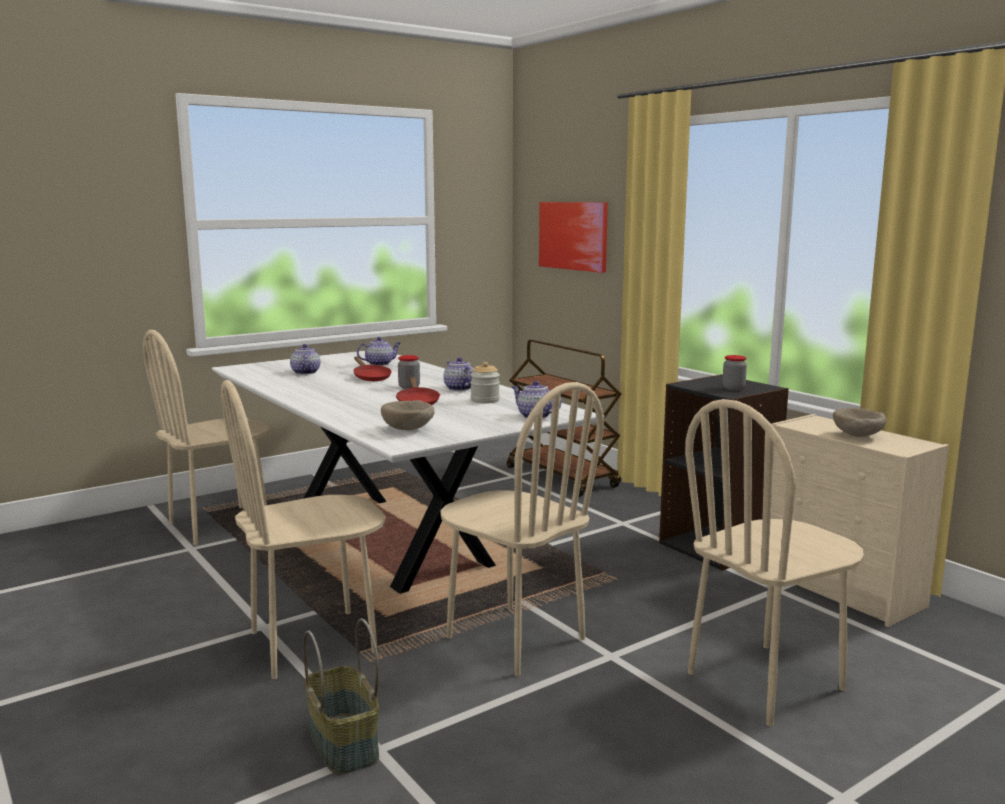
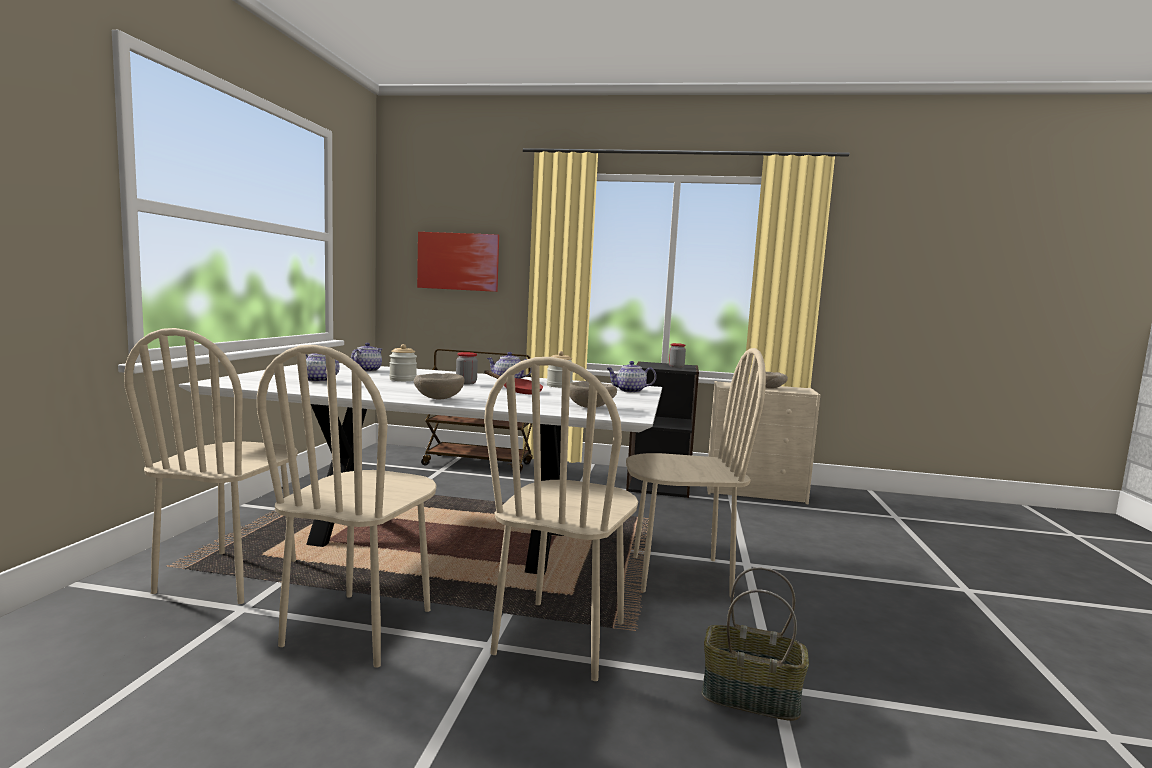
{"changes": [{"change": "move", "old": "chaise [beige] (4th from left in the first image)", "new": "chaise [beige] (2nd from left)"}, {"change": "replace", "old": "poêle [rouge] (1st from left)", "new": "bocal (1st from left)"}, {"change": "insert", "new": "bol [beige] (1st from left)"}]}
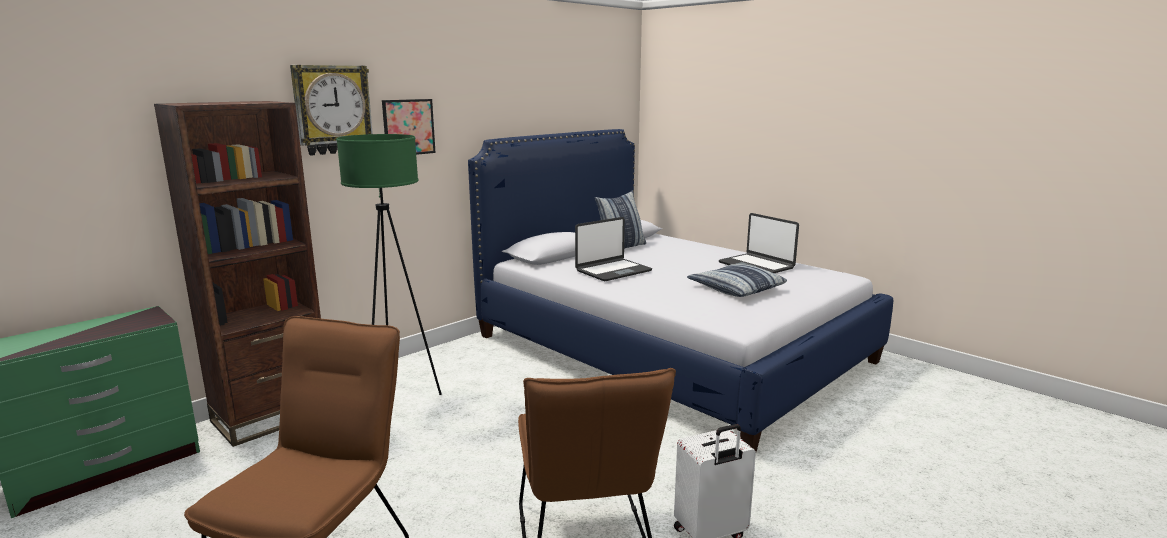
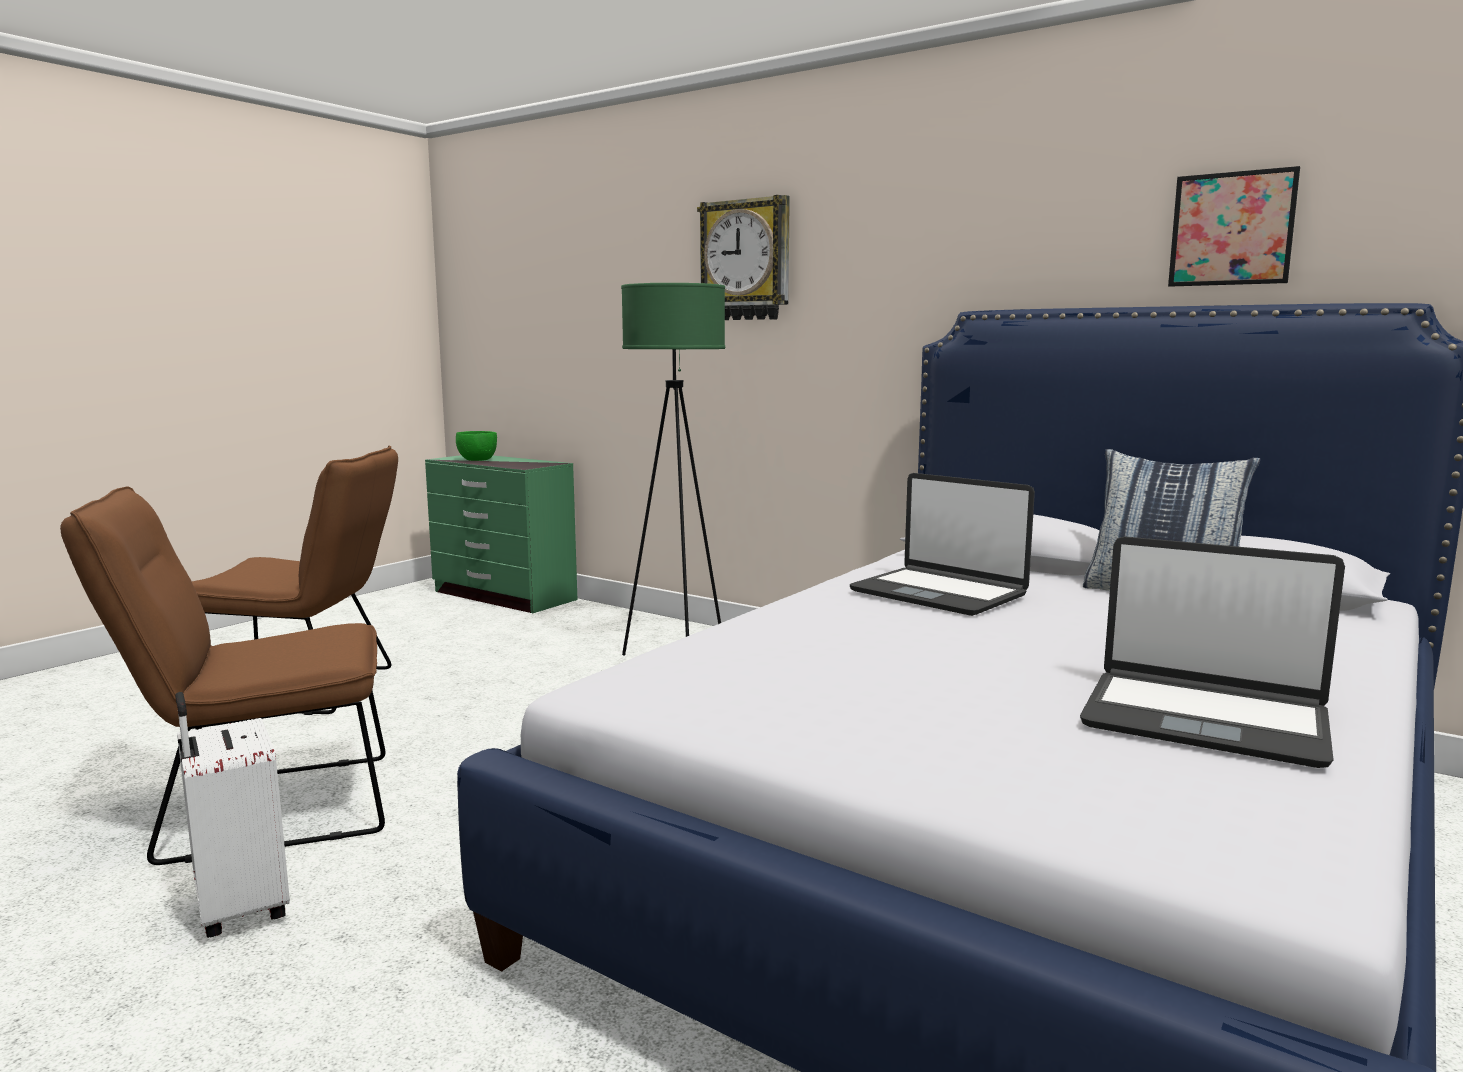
{"changes": [{"change": "insert", "new": "bol [vert]"}, {"change": "rotate", "old": "ordinateur portable (2nd from left)", "degrees": -105}, {"change": "move", "old": "tableau"}, {"change": "delete", "old": "bibliothèque [marron]"}, {"change": "delete", "old": "coussin (2nd from left)"}]}
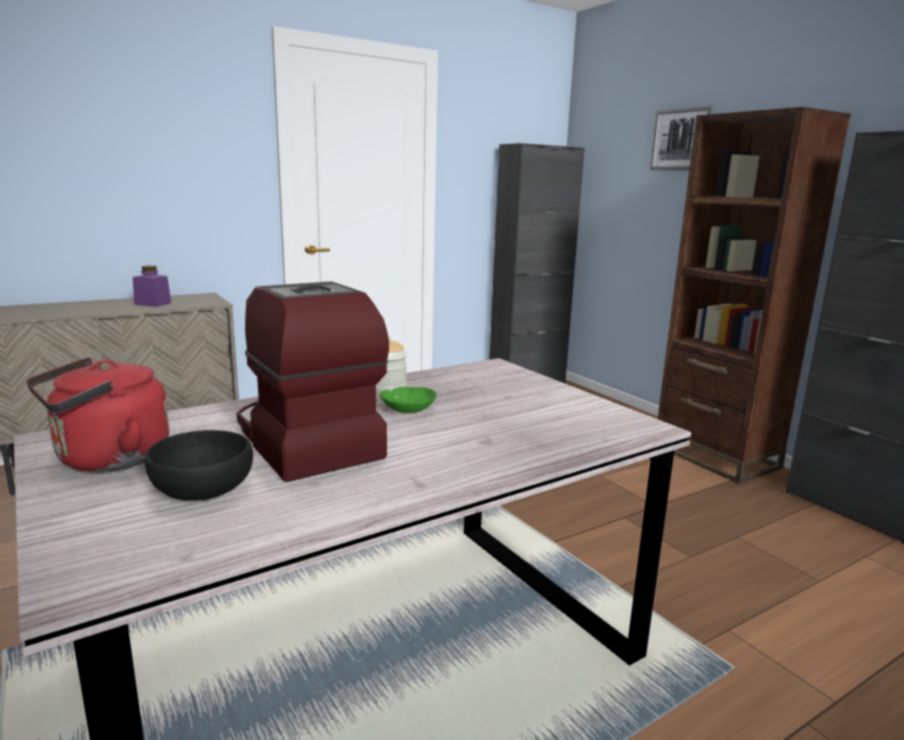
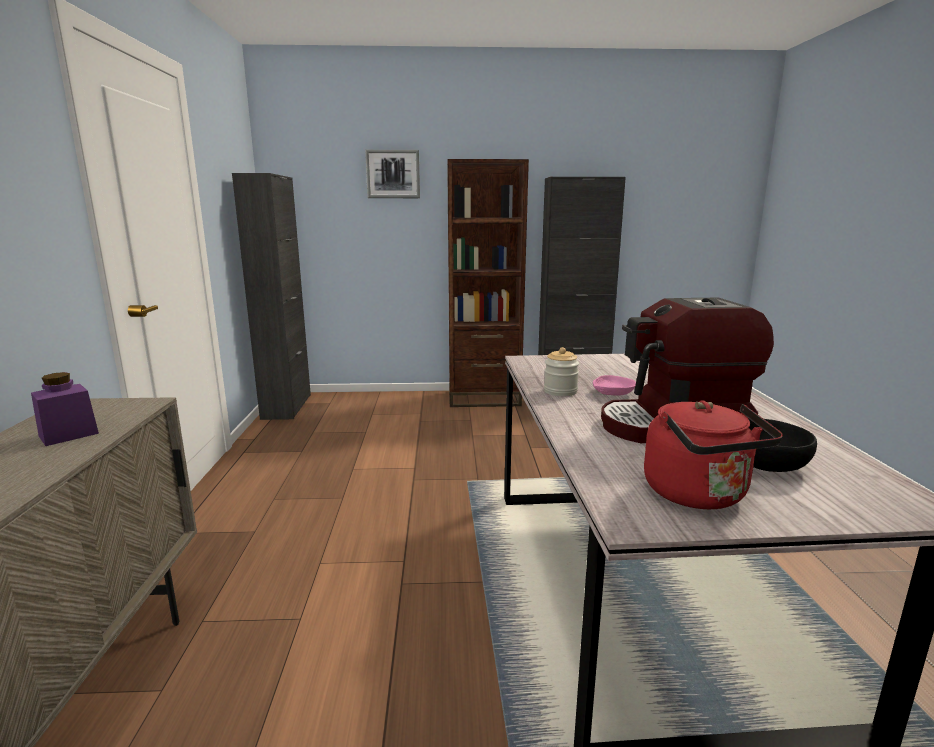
{"changes": [{"change": "recolor", "old": "bol [vert]", "new": "bol [rose]"}]}
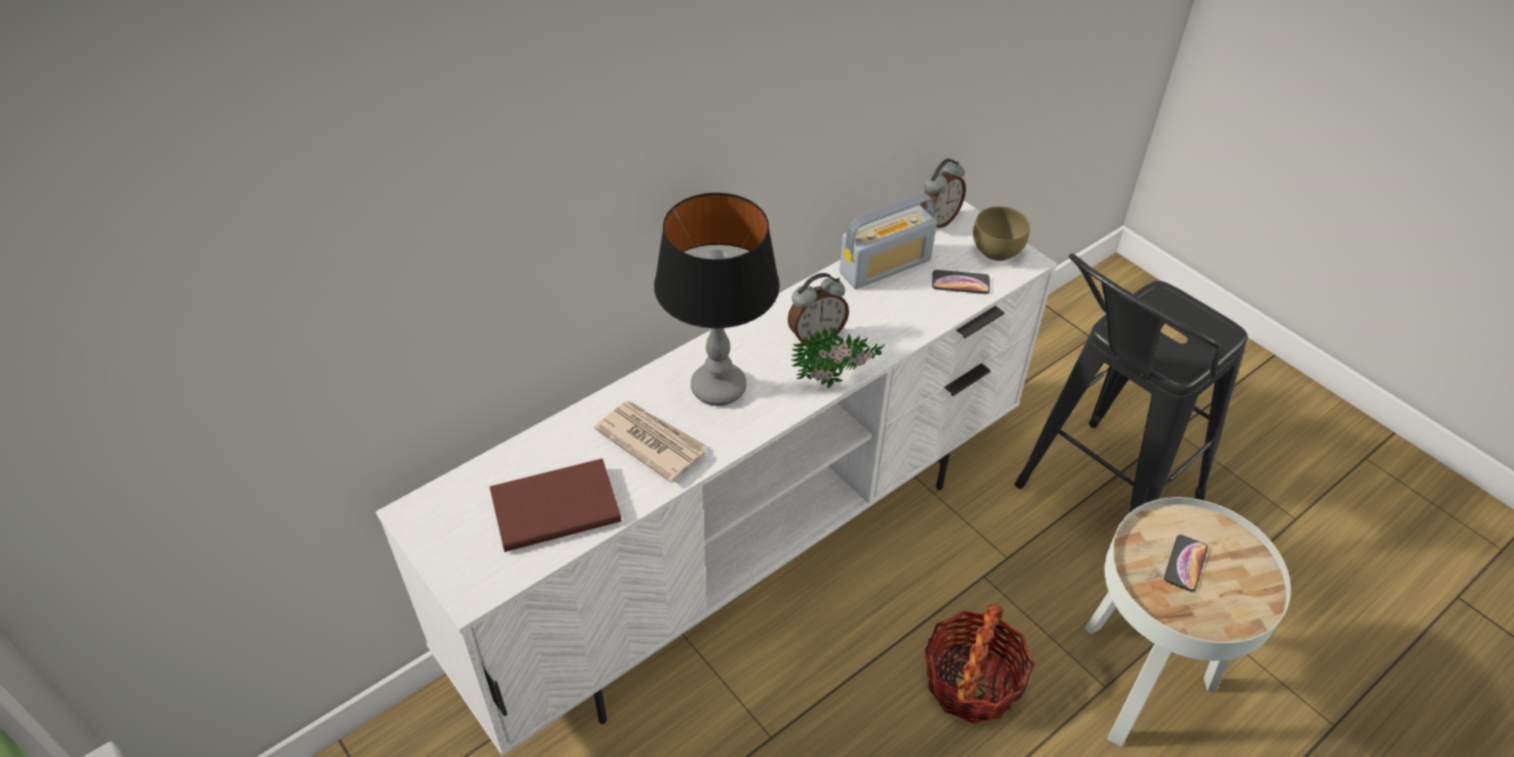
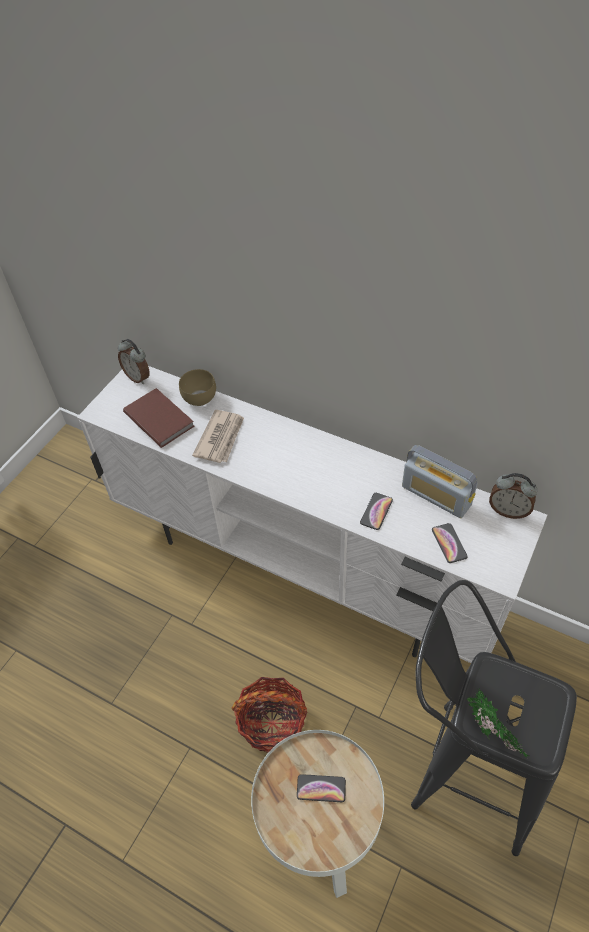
{"changes": [{"change": "move", "old": "réveil (1st from left)"}, {"change": "move", "old": "bol [marron]"}, {"change": "insert", "new": "téléphone (2nd from left)"}, {"change": "move", "old": "plante en pot"}, {"change": "delete", "old": "lampe de table"}]}
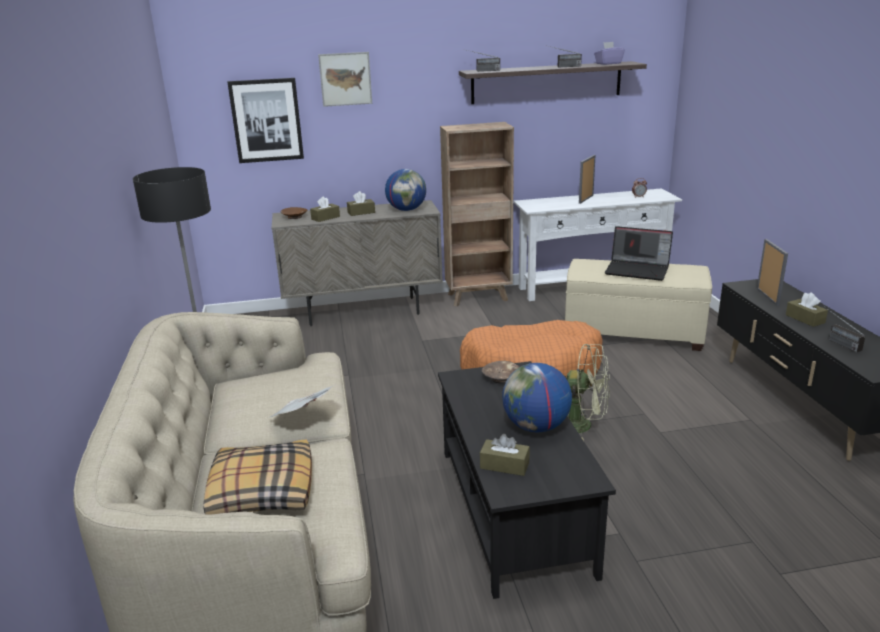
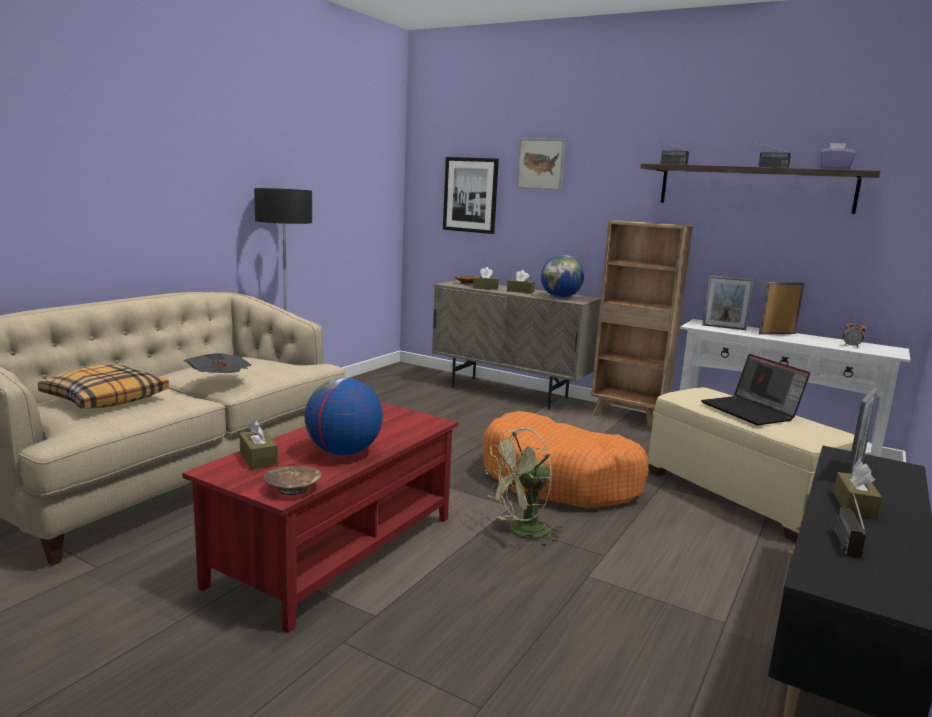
{"changes": [{"change": "recolor", "old": "table basse [noir]", "new": "table basse [rouge]"}, {"change": "move", "old": "bol [marron] (2nd from left in the first image)", "new": "bol [marron] (1st from left)"}, {"change": "rotate", "old": "ventilateur [vert]", "degrees": 90}, {"change": "insert", "new": "cadre photo (1st from left)"}]}
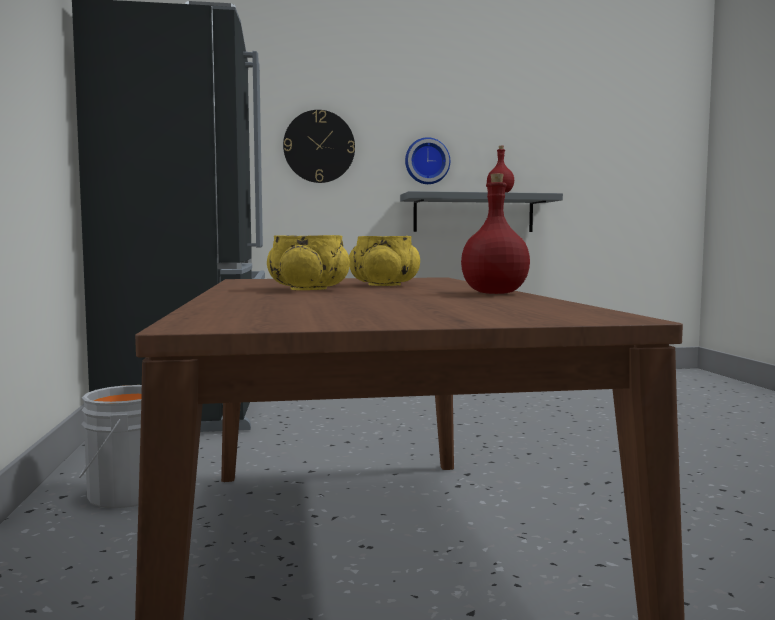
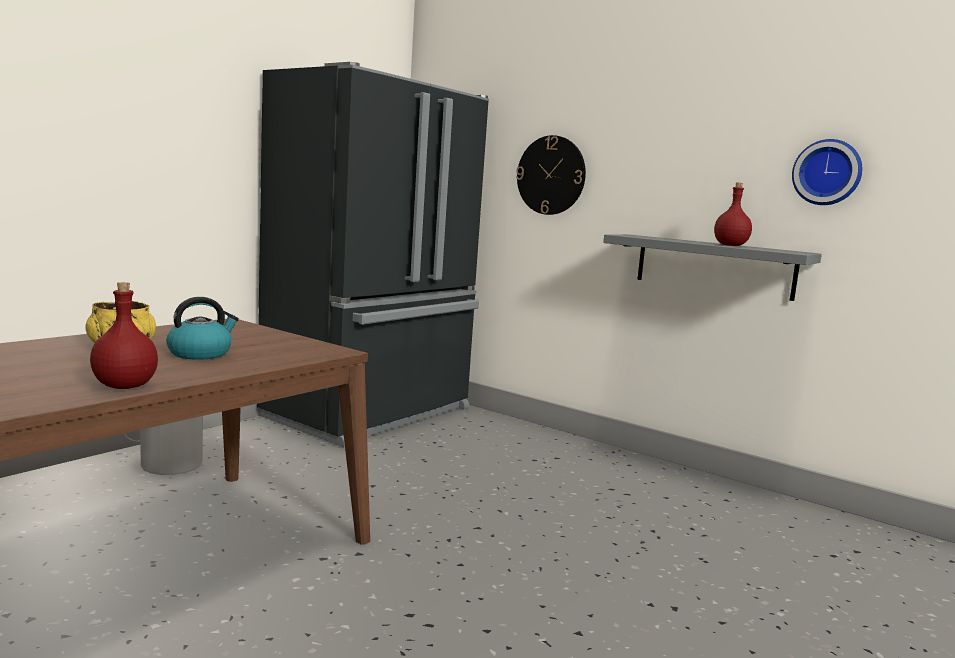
{"changes": [{"change": "replace", "old": "bol [jaune] (2nd from left)", "new": "bouilloire"}, {"change": "move", "old": "horloge murale (2nd from left)"}]}
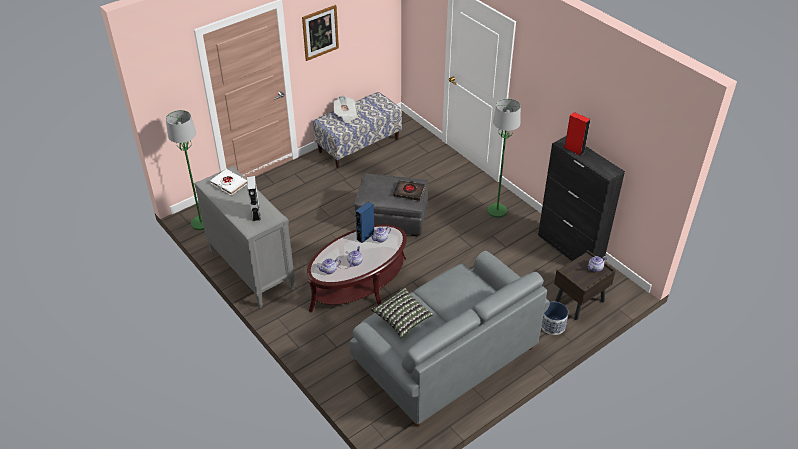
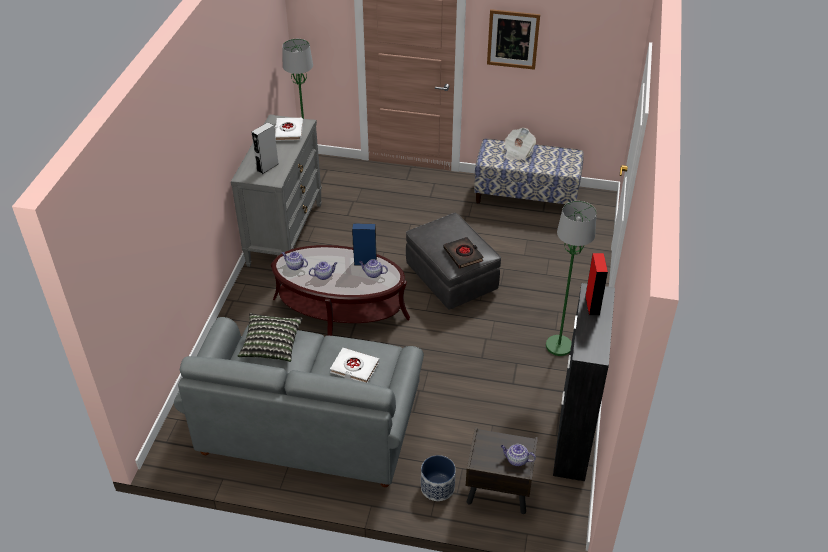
{"changes": [{"change": "insert", "new": "livre [blanc] (2nd from left)"}]}
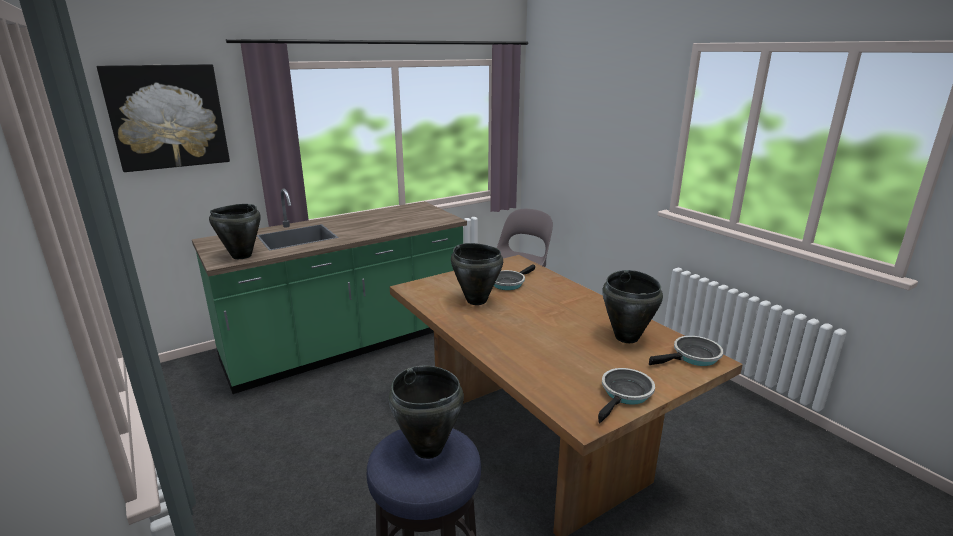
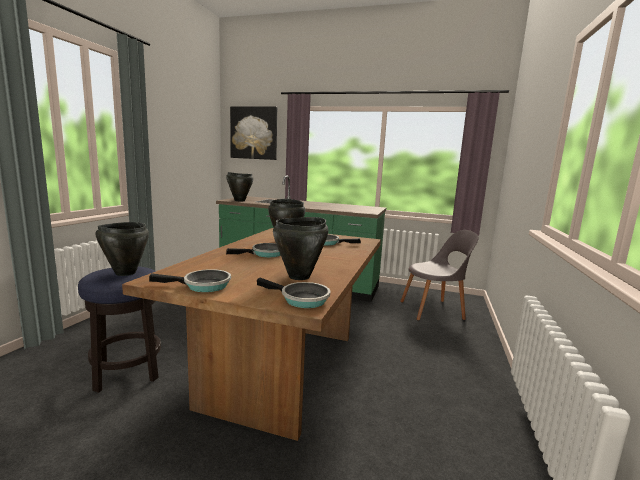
{"changes": [{"change": "insert", "new": "poêle (2nd from left)"}]}
